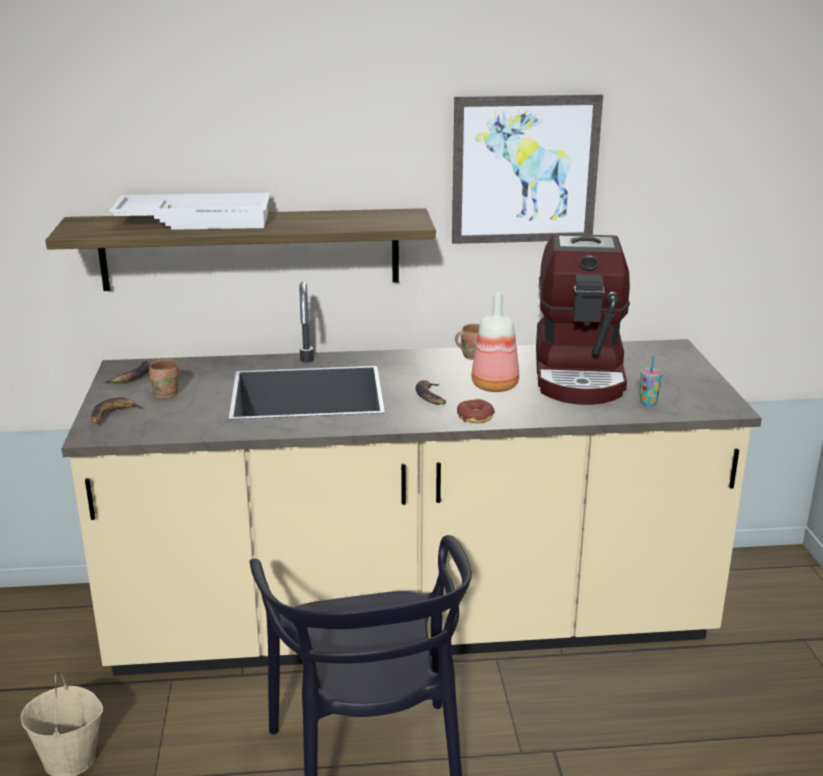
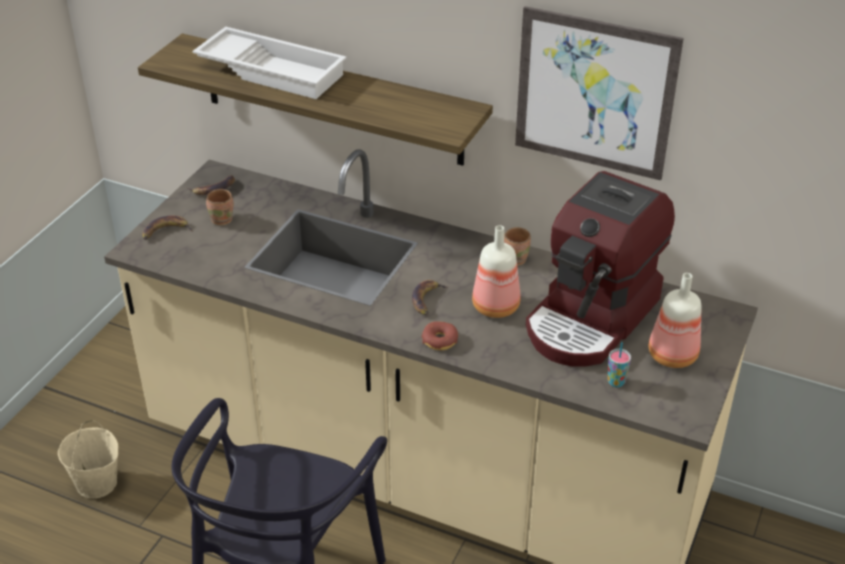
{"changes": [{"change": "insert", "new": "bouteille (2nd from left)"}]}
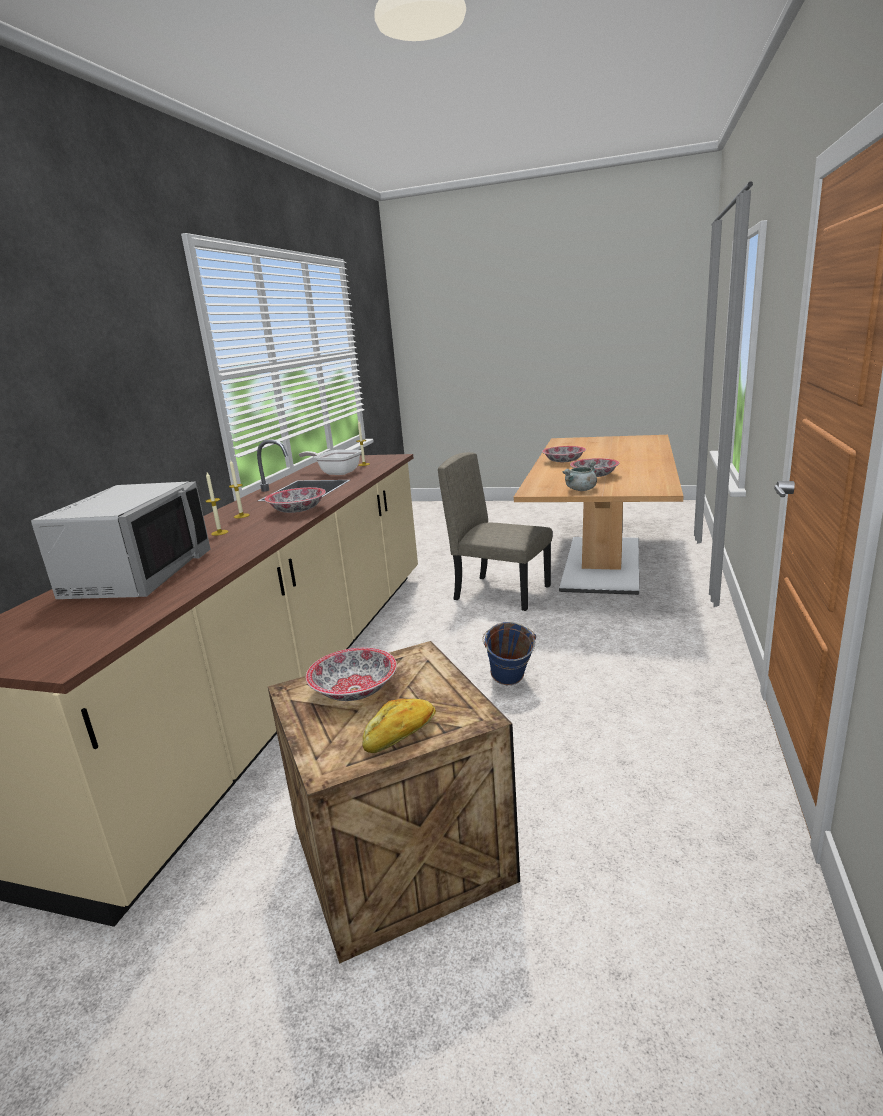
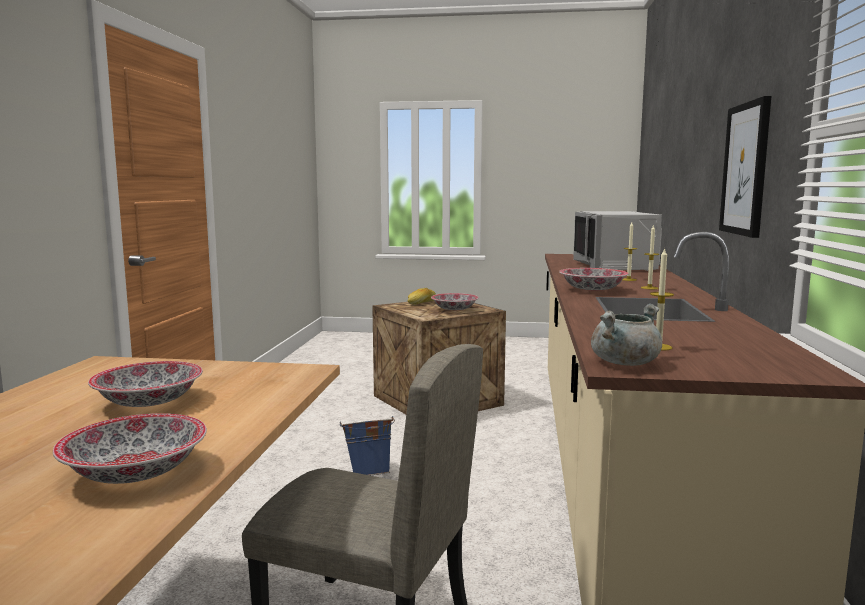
{"changes": [{"change": "move", "old": "marmite [gris]"}, {"change": "insert", "new": "tableau"}, {"change": "delete", "old": "poêle"}]}
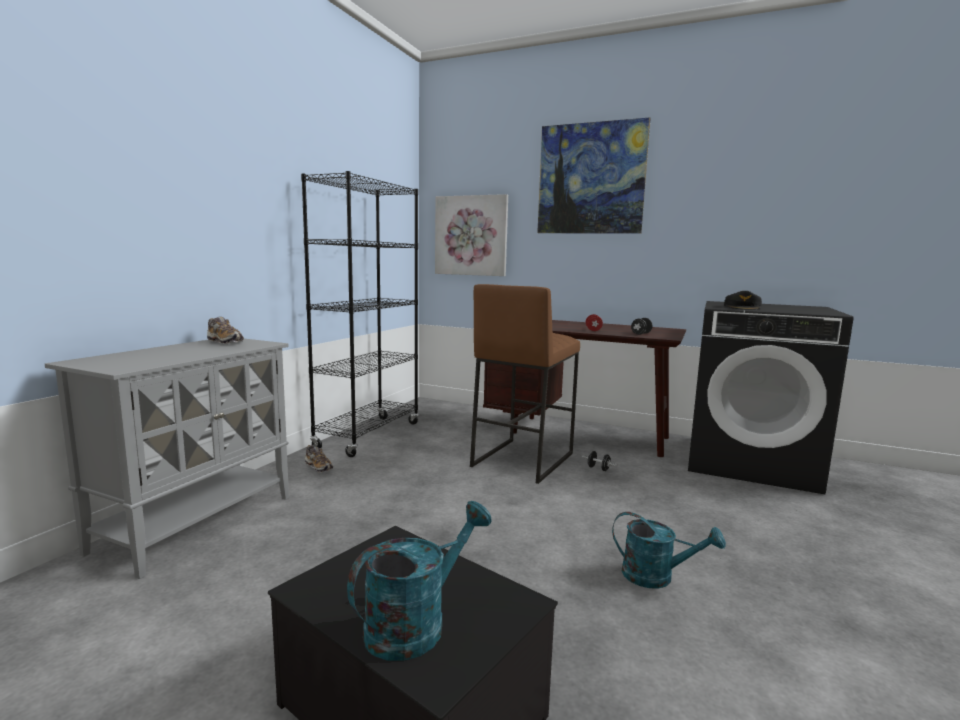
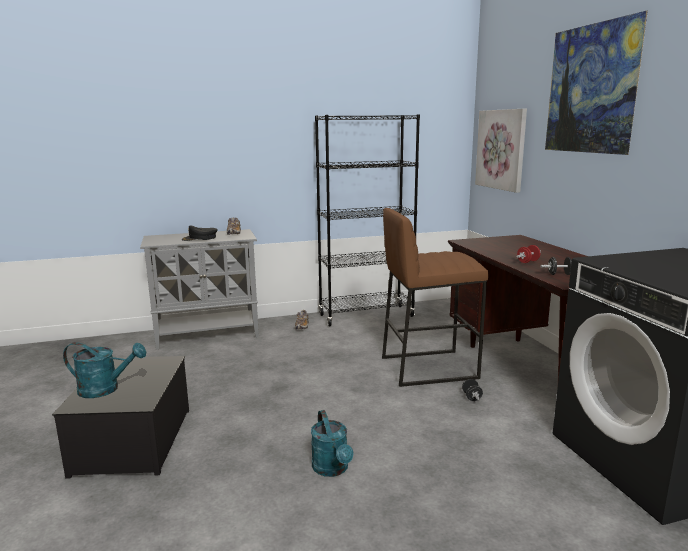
{"changes": [{"change": "move", "old": "casquette [noir]"}]}
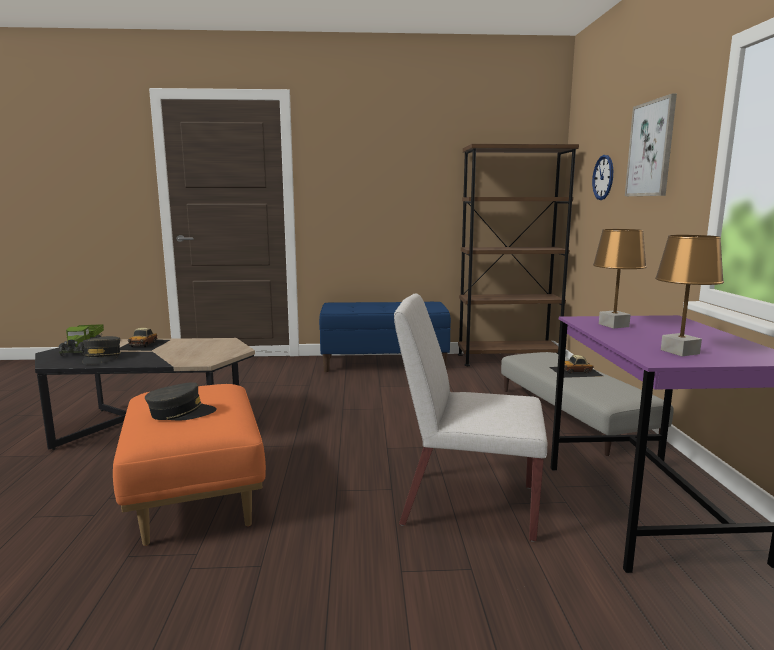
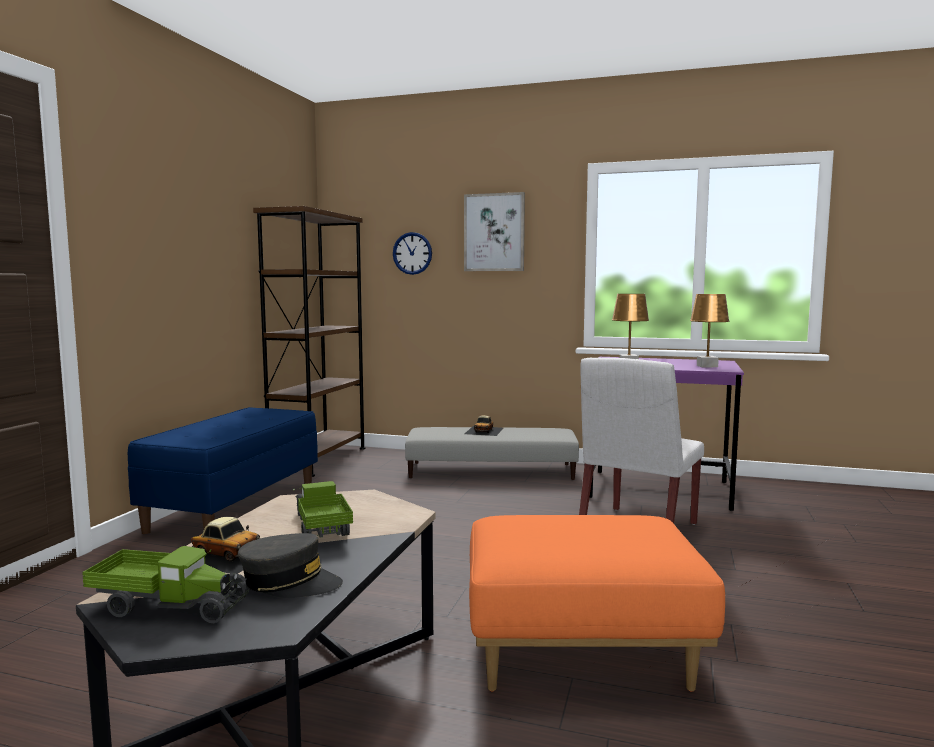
{"changes": [{"change": "insert", "new": "camion jouet (2nd from left)"}, {"change": "delete", "old": "casquette [gris] (2nd from left)"}]}
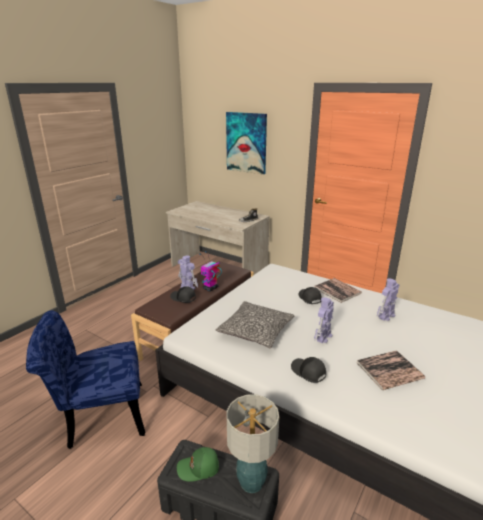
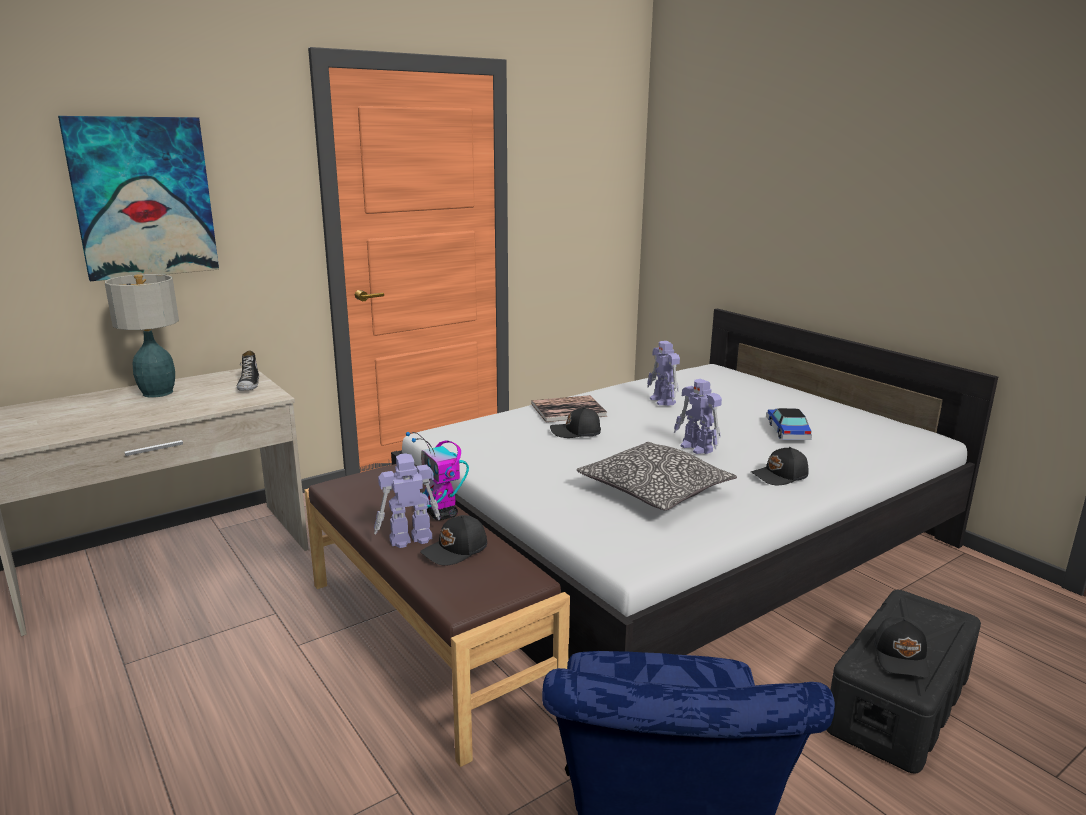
{"changes": [{"change": "move", "old": "lampe de table"}, {"change": "replace", "old": "livre (2nd from left)", "new": "petite voiture"}, {"change": "recolor", "old": "casquette [vert]", "new": "casquette [noir] (4th from left)"}]}
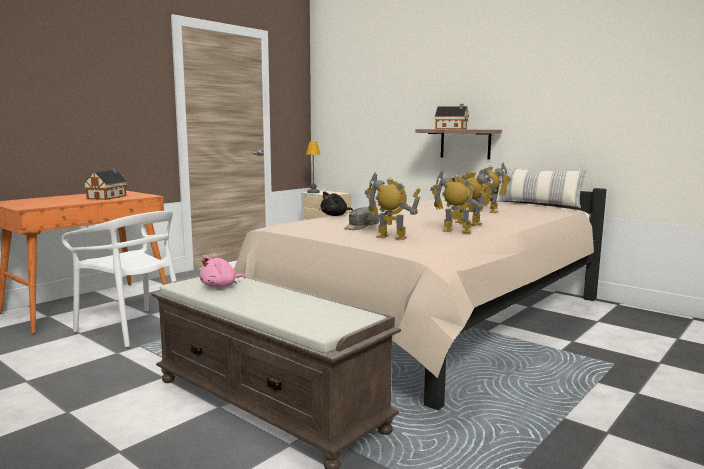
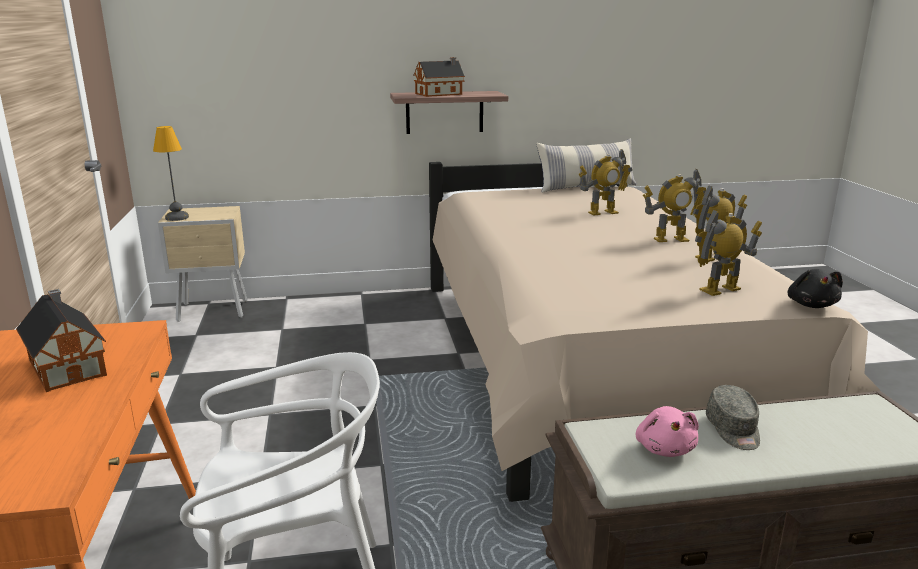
{"changes": [{"change": "move", "old": "casquette [gris]"}, {"change": "move", "old": "peluche [noir]"}]}
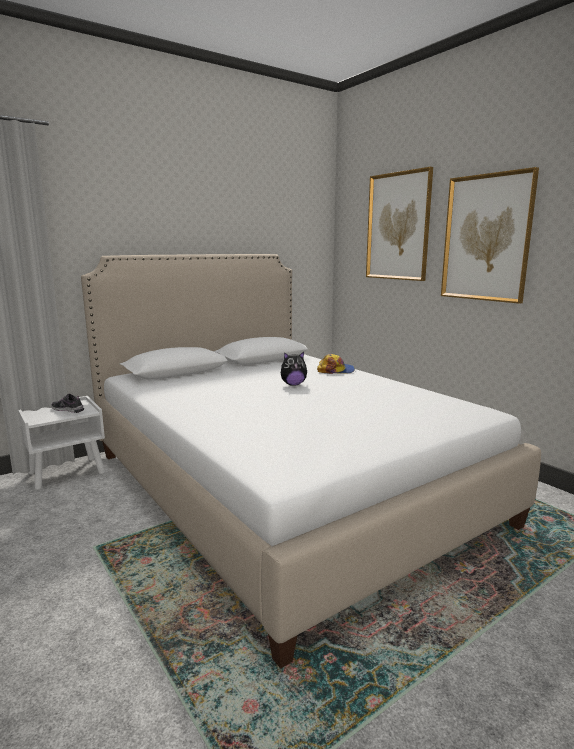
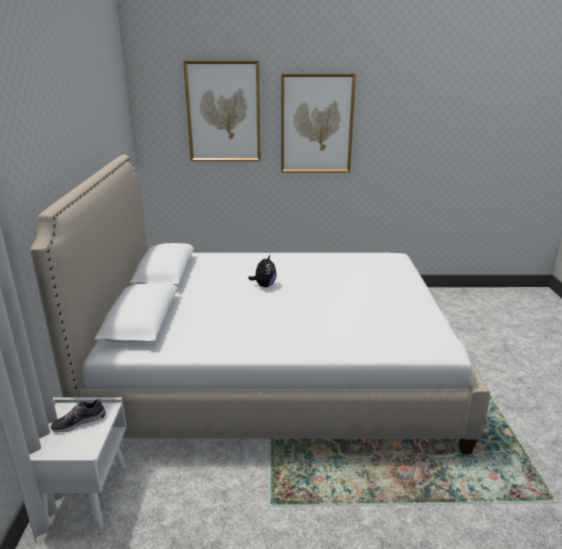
{"changes": [{"change": "delete", "old": "casquette"}]}
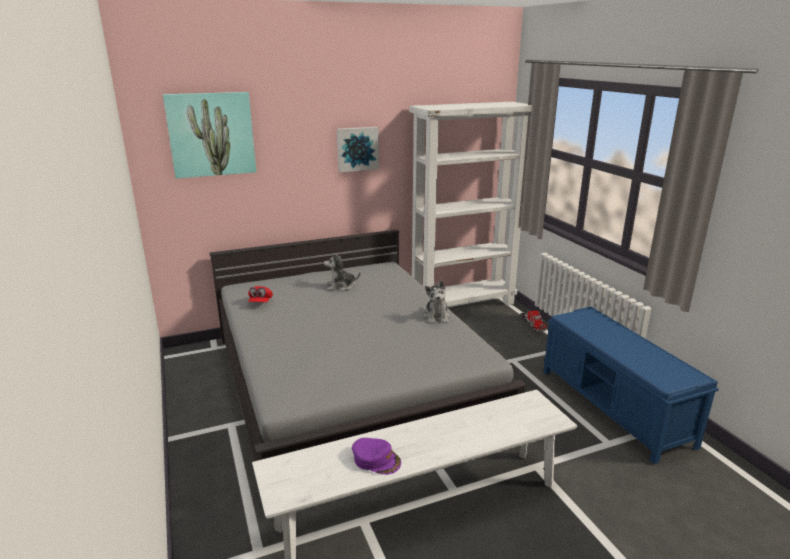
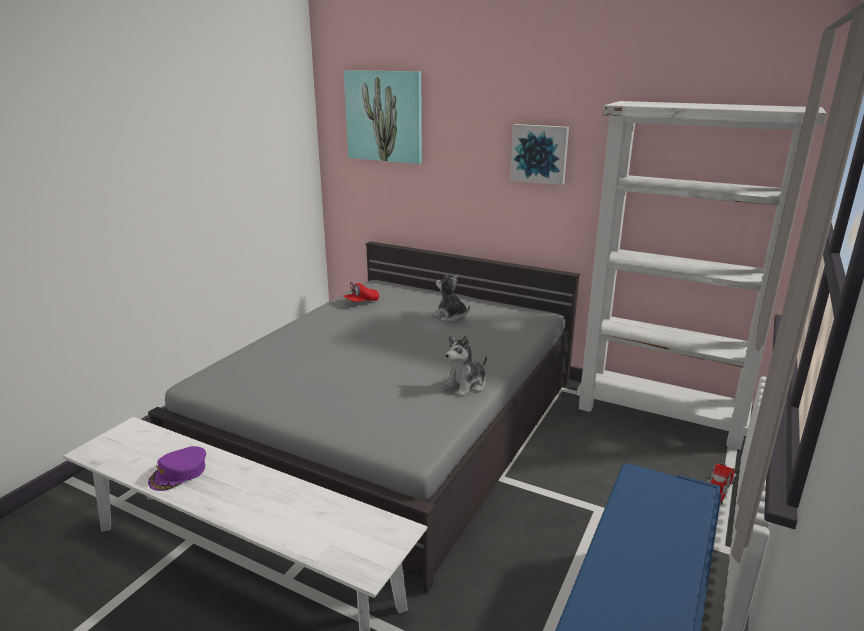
{"changes": [{"change": "rotate", "old": "casquette [violet]", "degrees": 45}]}
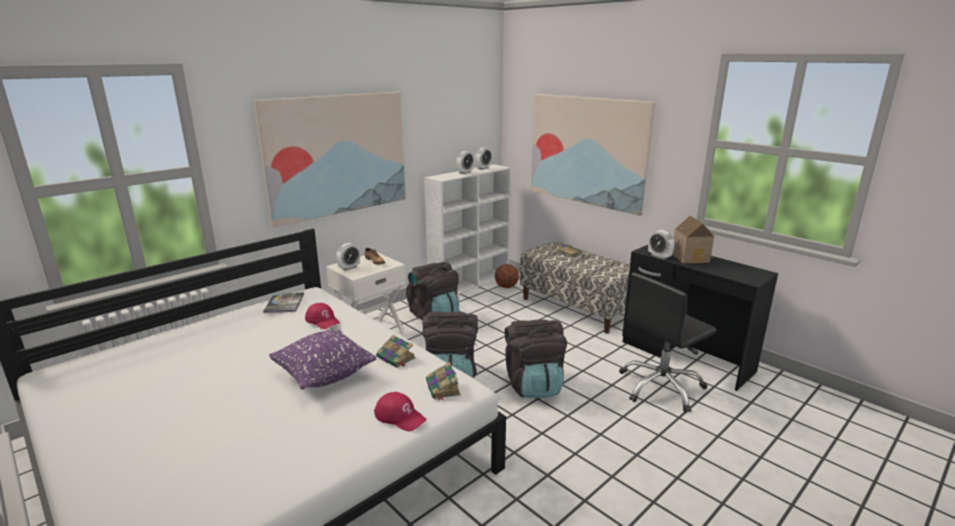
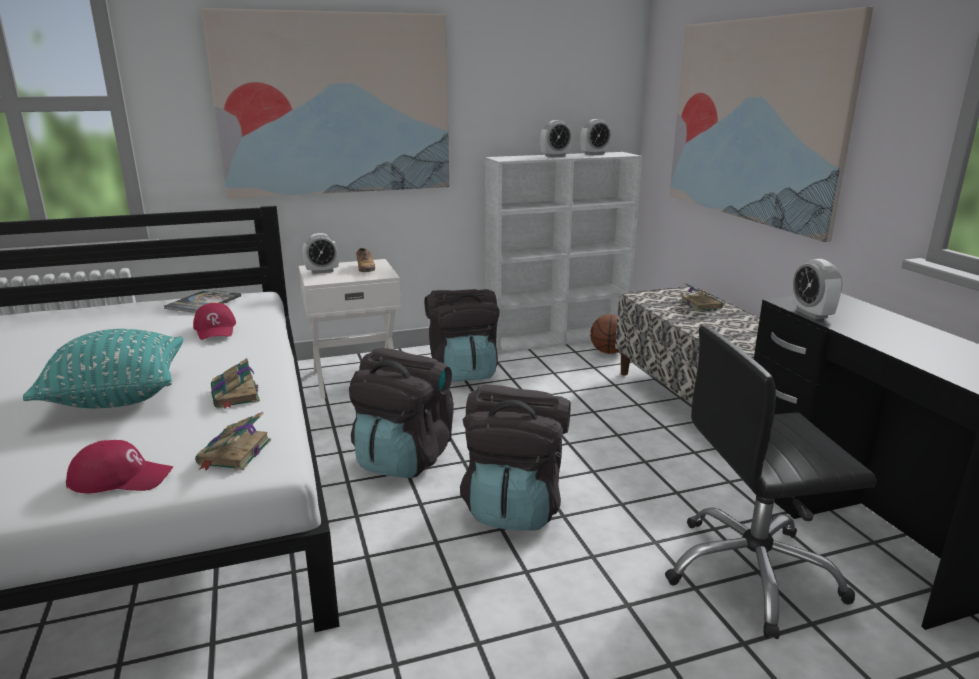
{"changes": [{"change": "recolor", "old": "coussin [violet]", "new": "coussin [turquoise]"}, {"change": "rotate", "old": "casquette [rouge] (2nd from left in the first image)", "degrees": -60}, {"change": "delete", "old": "maison miniature"}]}
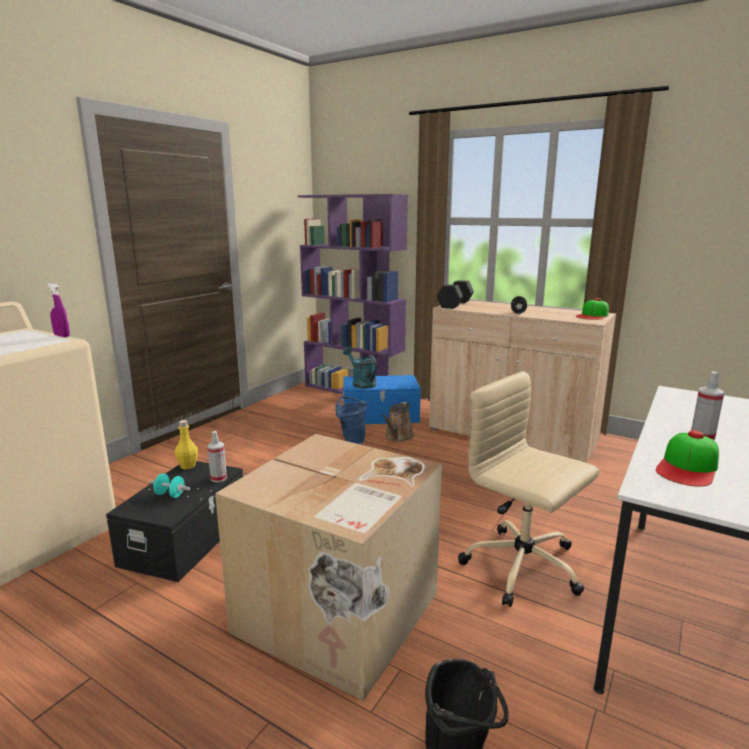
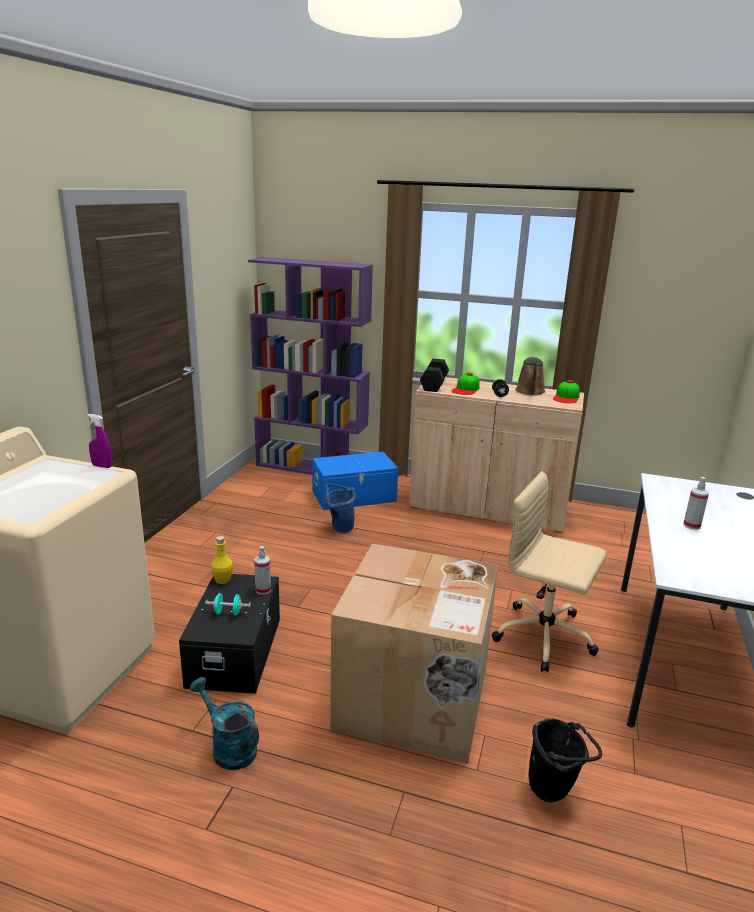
{"changes": [{"change": "move", "old": "arrosoir [turquoise]"}, {"change": "move", "old": "casquette (2nd from left in the first image)", "new": "casquette (1st from left)"}, {"change": "move", "old": "arrosoir [marron]"}]}
